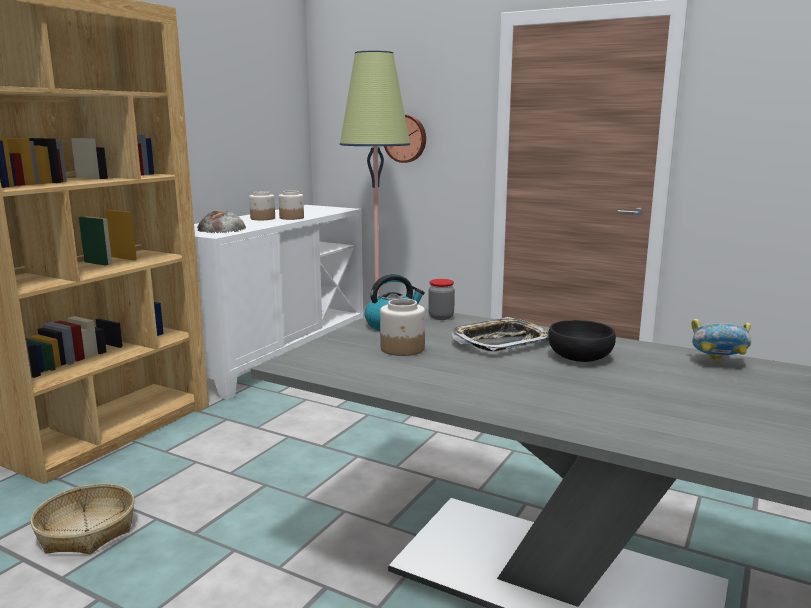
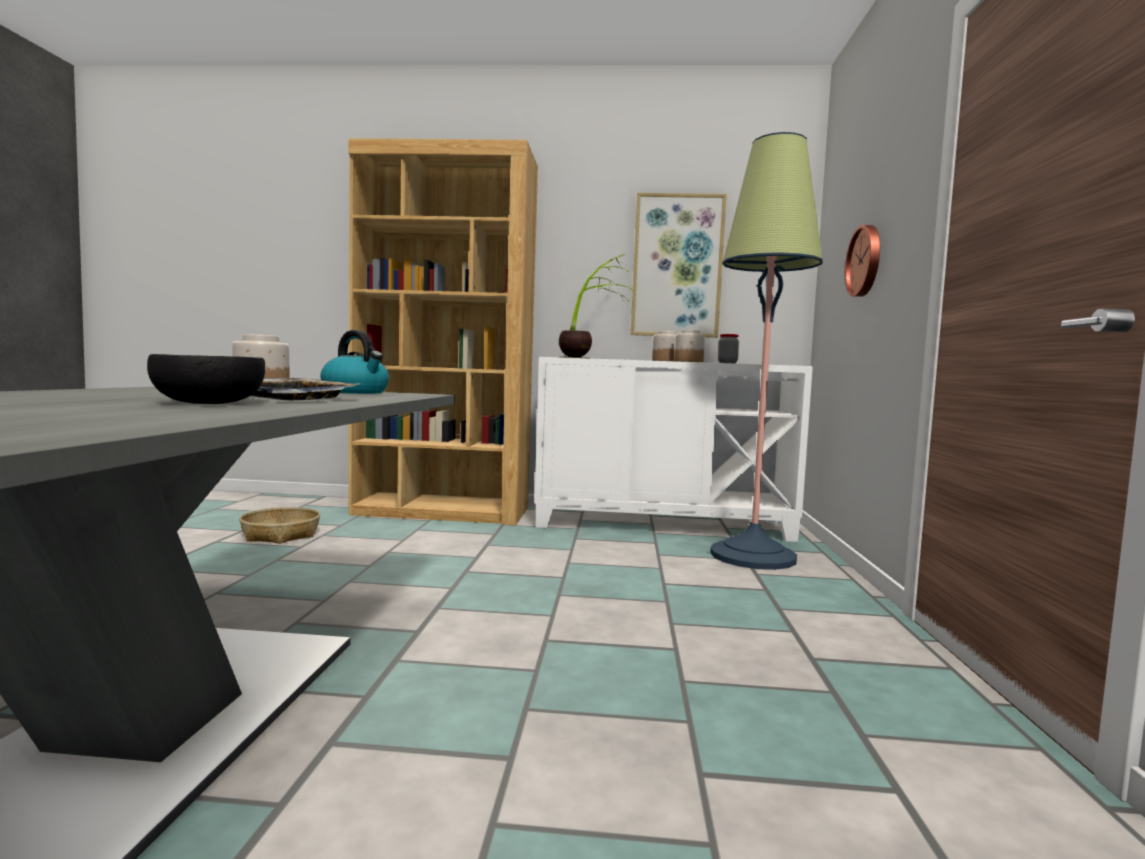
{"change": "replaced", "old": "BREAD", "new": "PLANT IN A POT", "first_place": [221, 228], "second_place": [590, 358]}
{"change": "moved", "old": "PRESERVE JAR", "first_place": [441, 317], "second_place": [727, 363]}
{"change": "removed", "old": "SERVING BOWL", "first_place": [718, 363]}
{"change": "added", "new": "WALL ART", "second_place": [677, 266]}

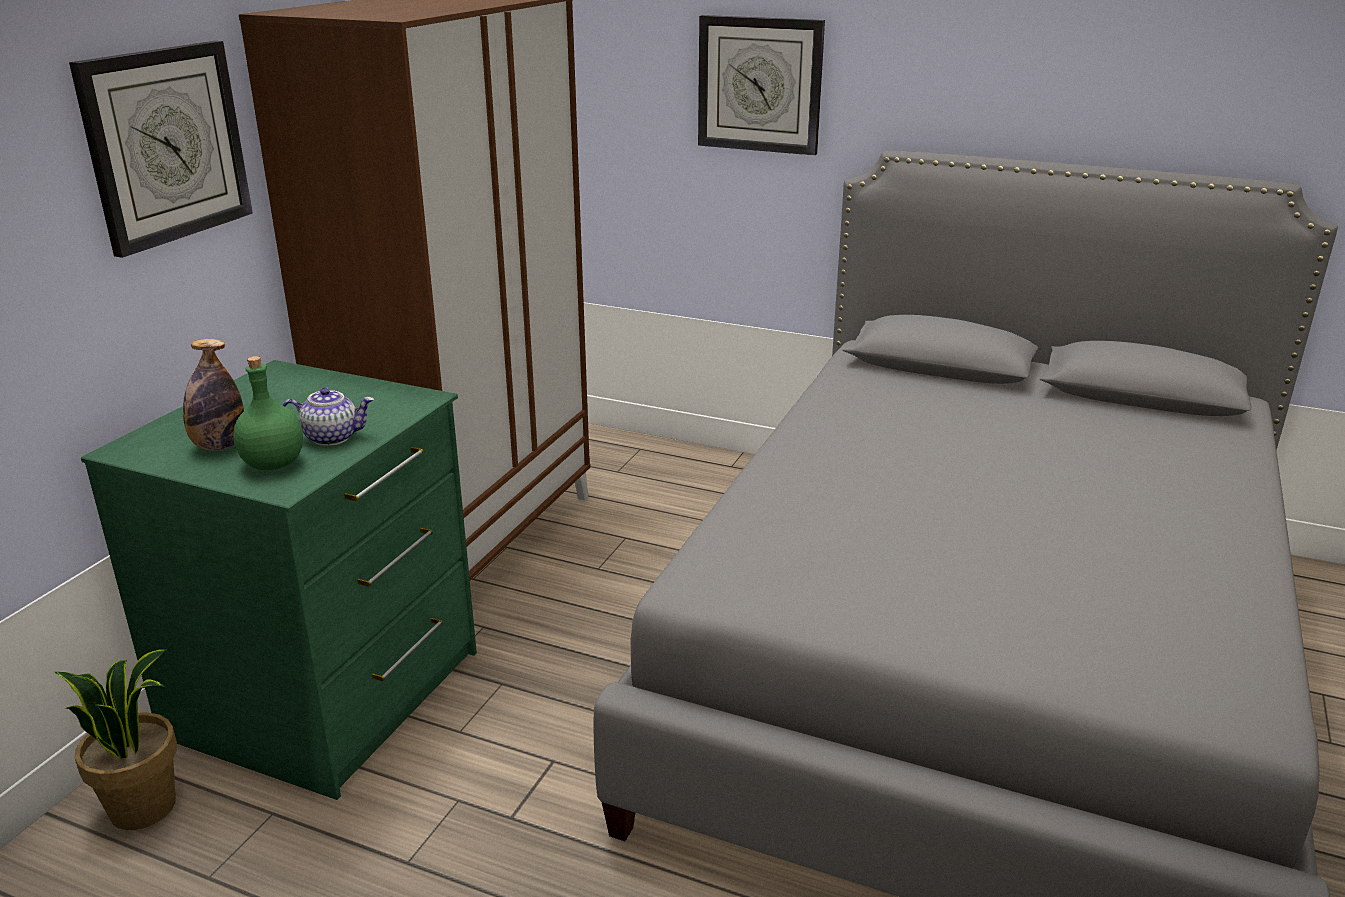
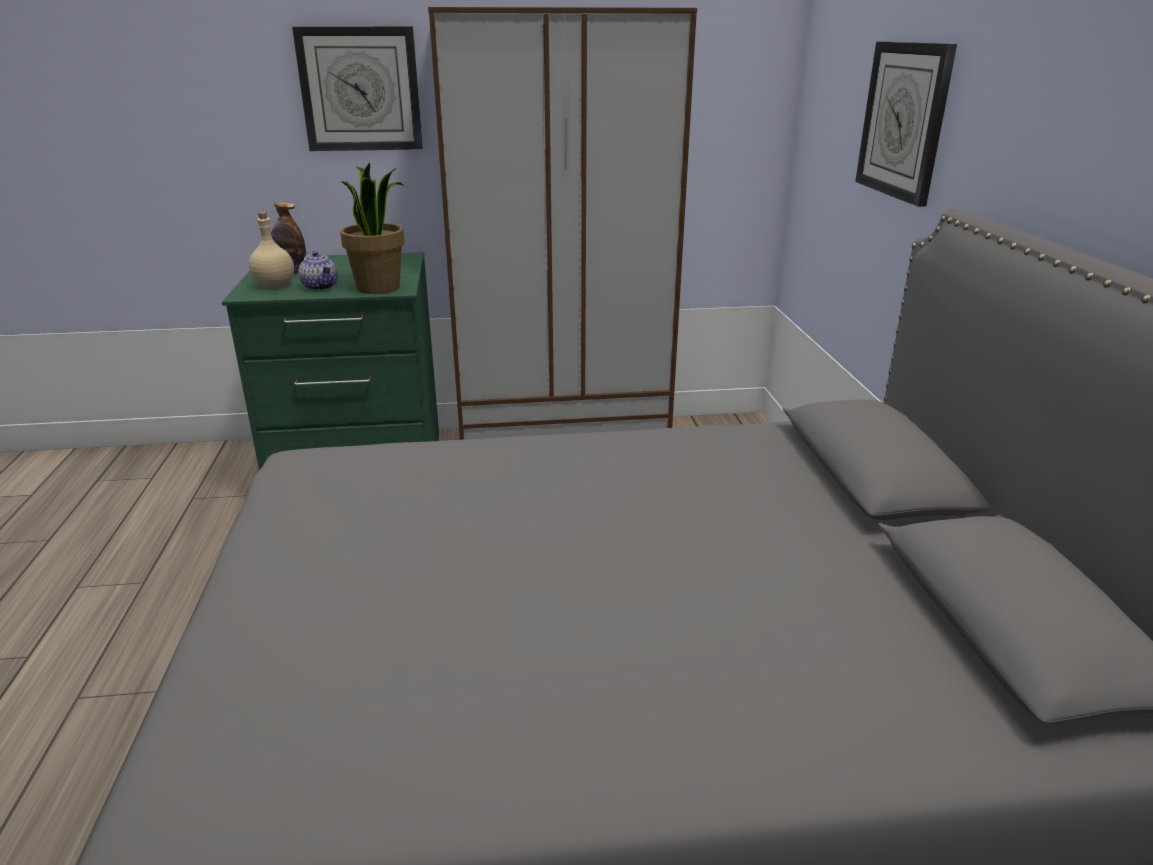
{"change": "recoloured", "old": "GREEN-COLOURED DRINK BOTTLE", "new": "BEIGE-COLOURED DRINK BOTTLE", "first_place": [272, 464], "second_place": [274, 285]}
{"change": "moved", "old": "PLANT IN A POT", "first_place": [144, 806], "second_place": [379, 288]}

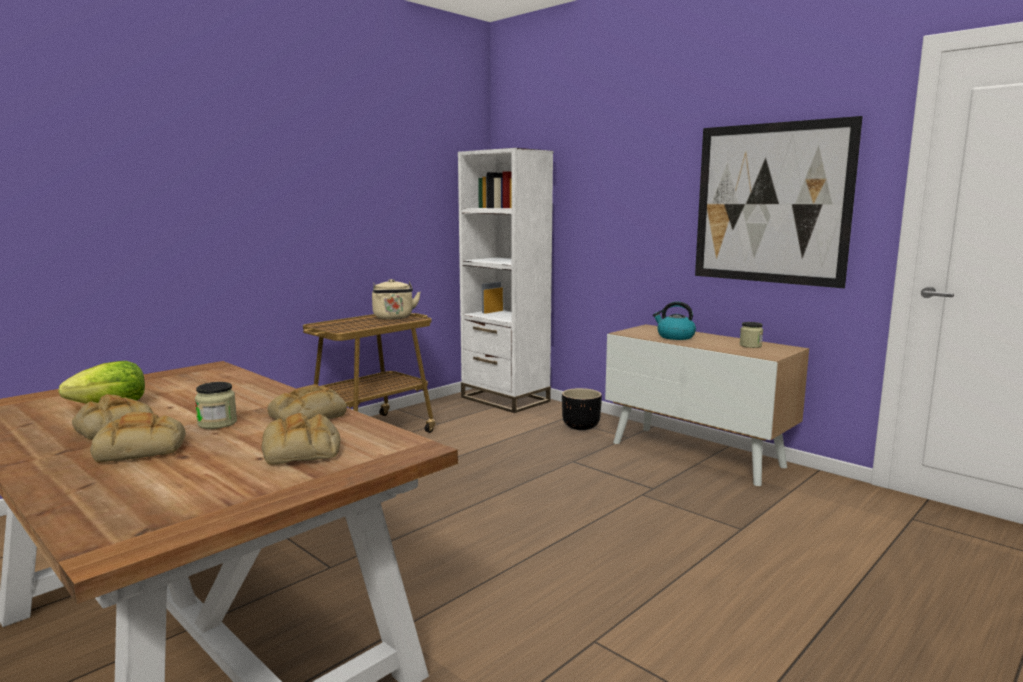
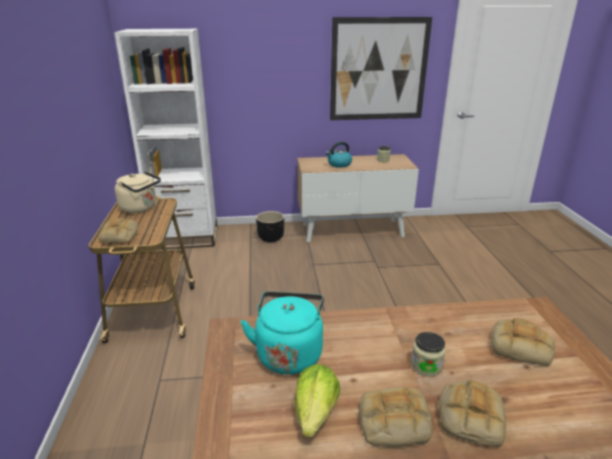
{"change": "moved", "old": "BREAD", "first_place": [307, 416], "second_place": [120, 235]}
{"change": "added", "new": "TURQUOISE KETTLE", "second_place": [289, 353]}

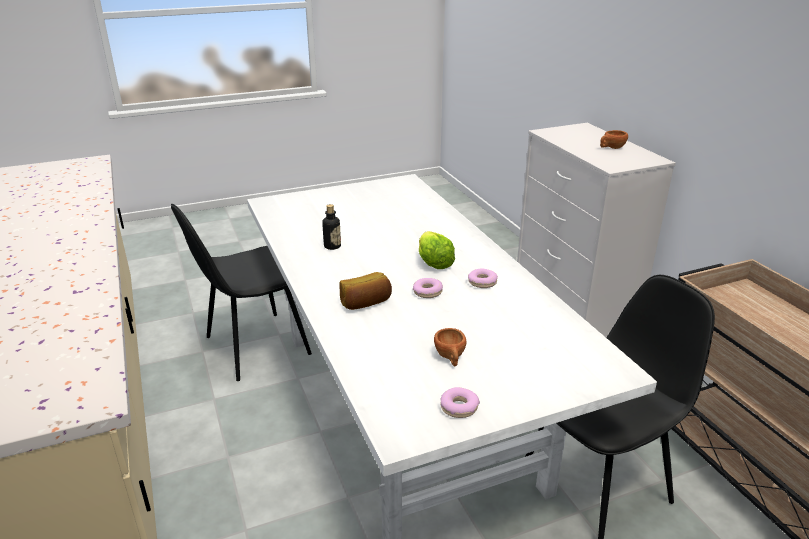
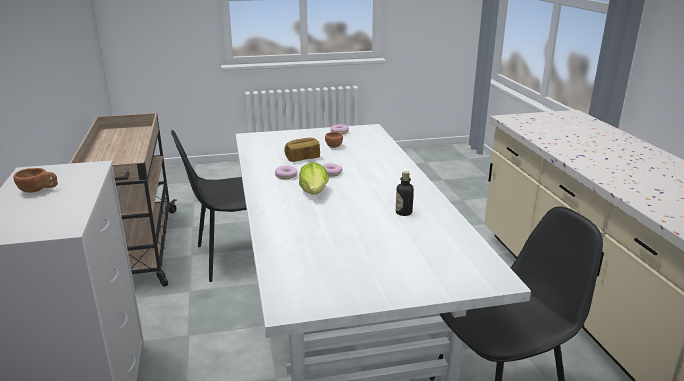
{"change": "moved", "old": "BREAD", "first_place": [366, 303], "second_place": [302, 158]}

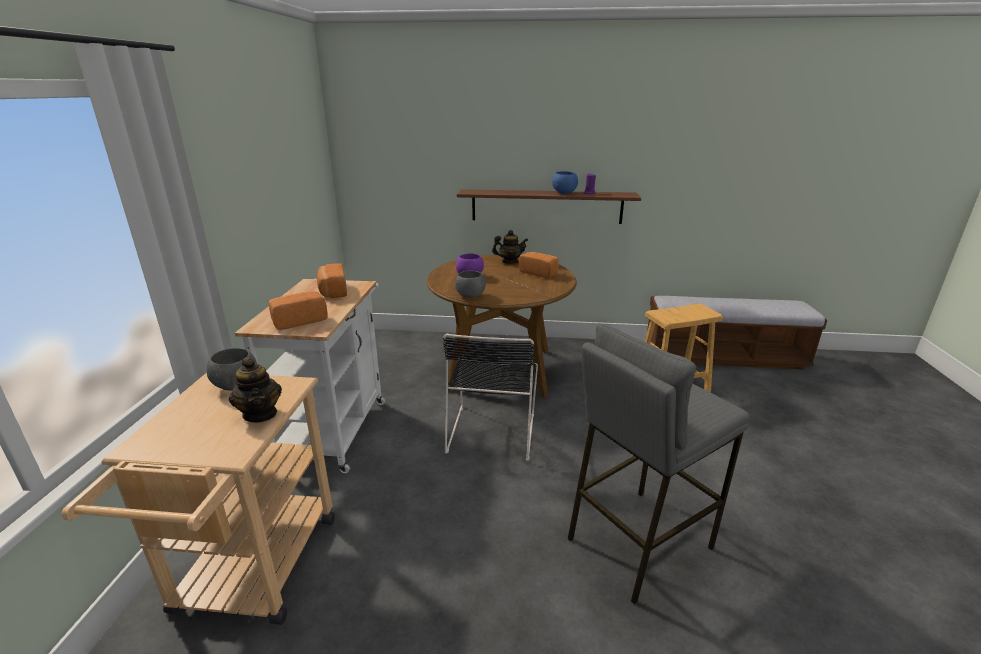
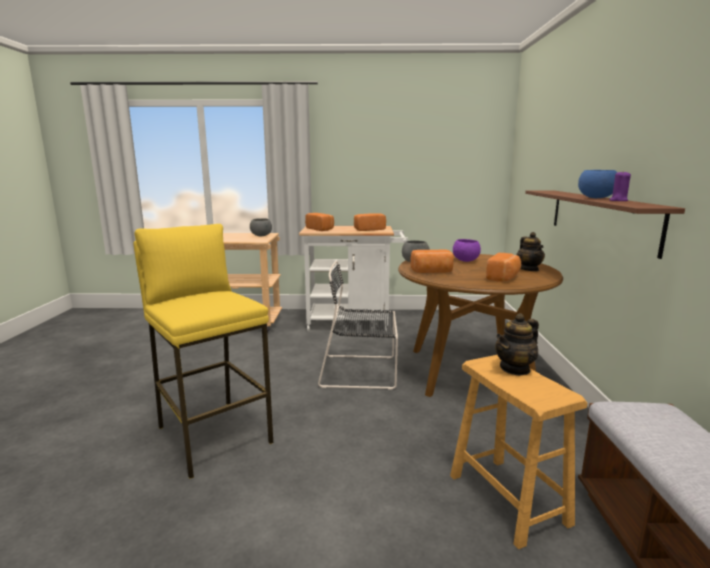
{"change": "recoloured", "old": "GRAY STOOL", "new": "YELLOW-COLOURED STOOL", "first_place": [637, 542], "second_place": [213, 434]}
{"change": "moved", "old": "POT FOR TEA", "first_place": [260, 414], "second_place": [515, 368]}
{"change": "added", "new": "BREAD", "second_place": [432, 272]}

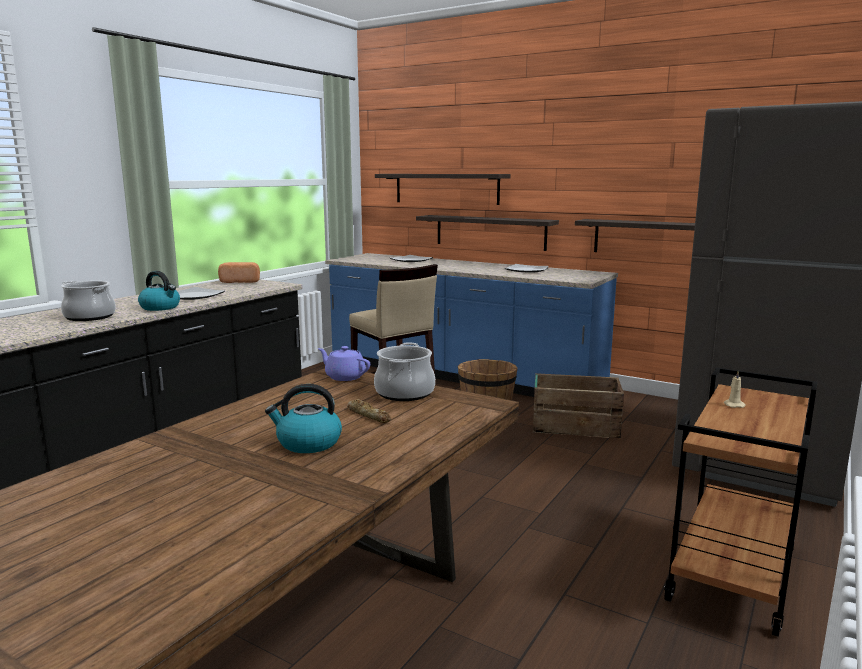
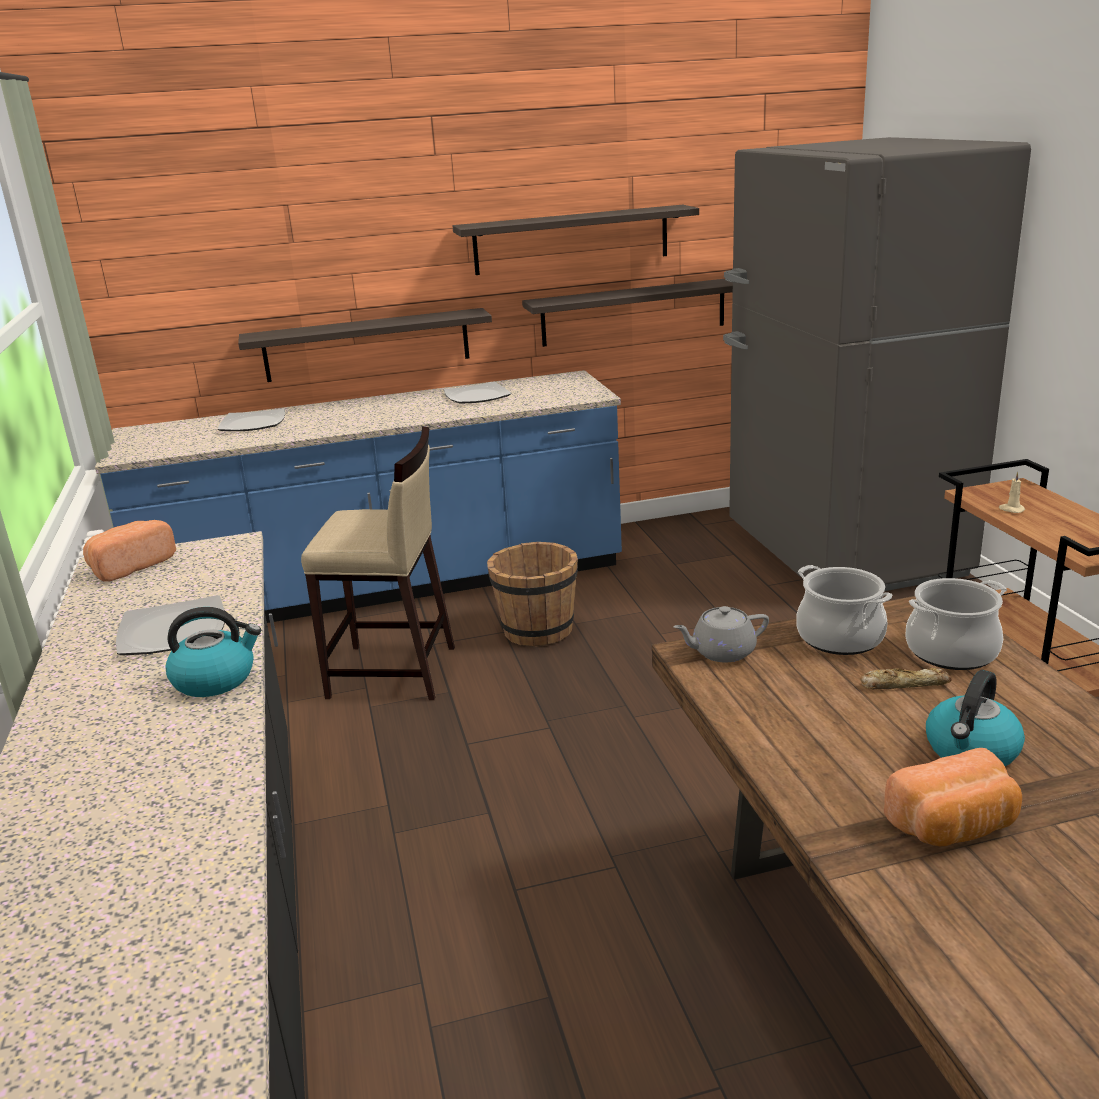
{"change": "moved", "old": "BRACKET SHELF", "first_place": [446, 188], "second_place": [571, 240]}
{"change": "moved", "old": "SAUCEPOT", "first_place": [89, 317], "second_place": [951, 651]}
{"change": "recoloured", "old": "PURPLE-COLOURED POT FOR TEA", "new": "GRAY POT FOR TEA", "first_place": [344, 377], "second_place": [722, 652]}
{"change": "removed", "old": "PACKING CRATE", "first_place": [573, 426]}
{"change": "added", "new": "BREAD", "second_place": [955, 827]}

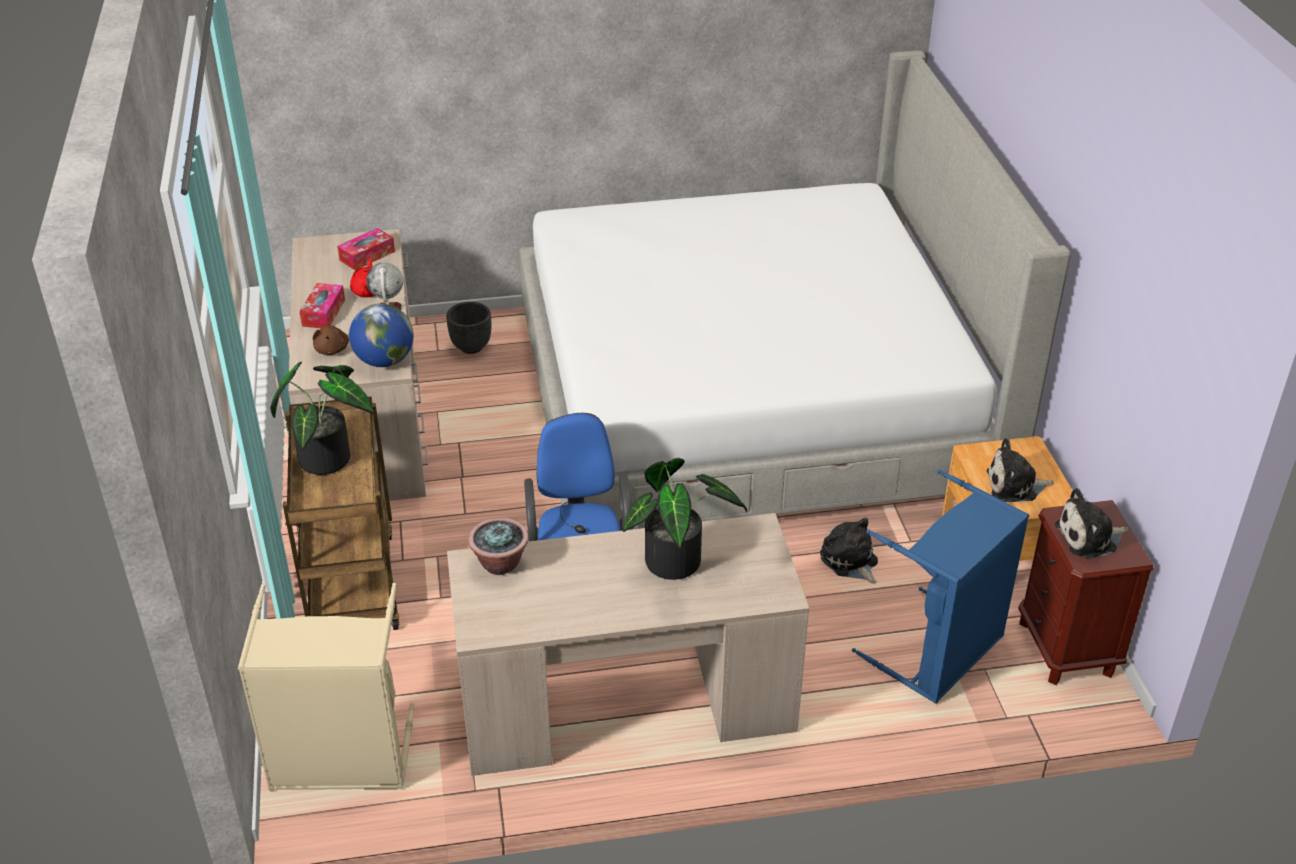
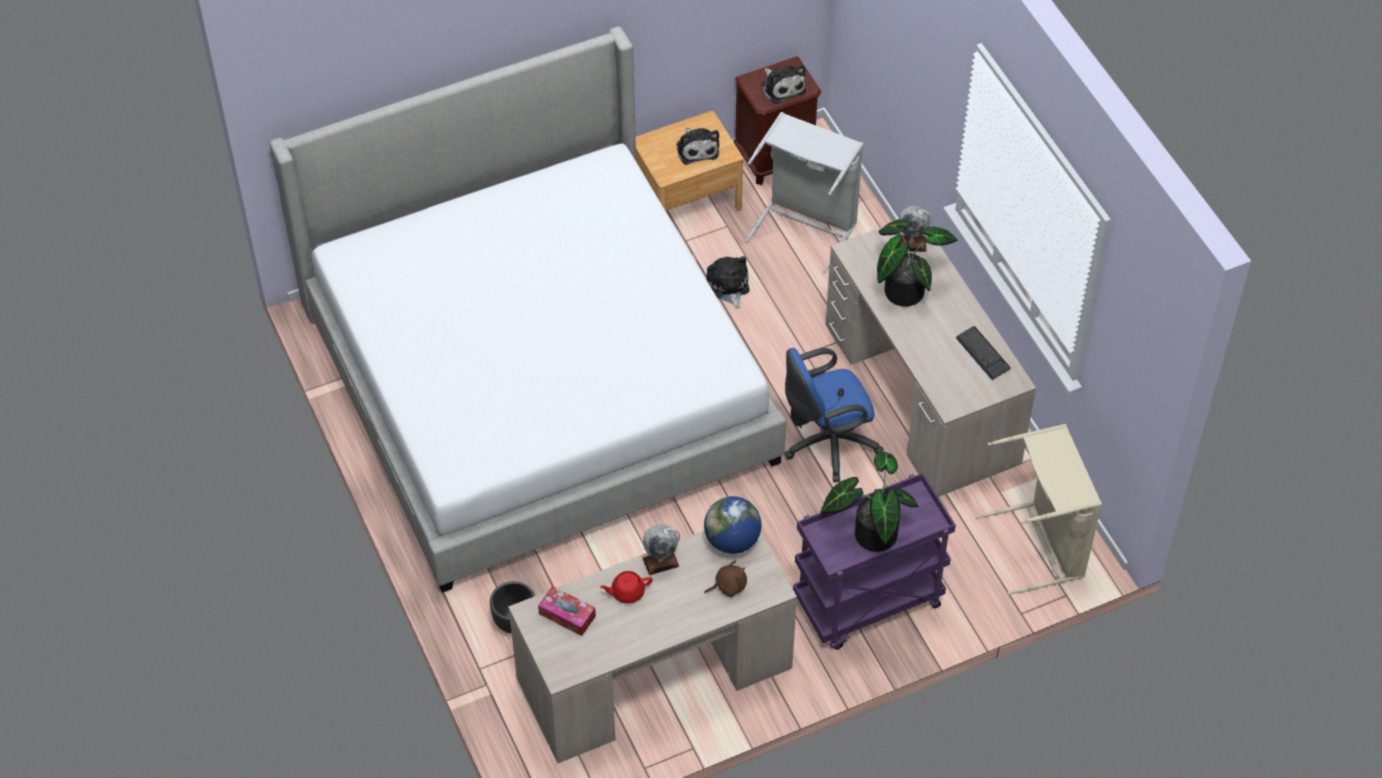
{"change": "removed", "old": "TISSUE HOLDER", "first_place": [323, 313]}
{"change": "recoloured", "old": "BROWN-COLOURED CART", "new": "PURPLE-COLOURED CART", "first_place": [351, 582], "second_place": [867, 604]}
{"change": "recoloured", "old": "BLUE-COLOURED WASHING BASKET", "new": "GRAY WASHING BASKET", "first_place": [941, 653], "second_place": [806, 225]}
{"change": "turned", "old": "SOFT TOY", "first_place": [850, 561], "second_place": [728, 286], "degrees": 120}
{"change": "removed", "old": "PLANT IN A POT", "first_place": [500, 564]}
{"change": "added", "new": "GLOBE", "second_place": [911, 243]}
{"change": "added", "new": "PC KEYBOARD", "second_place": [983, 354]}

